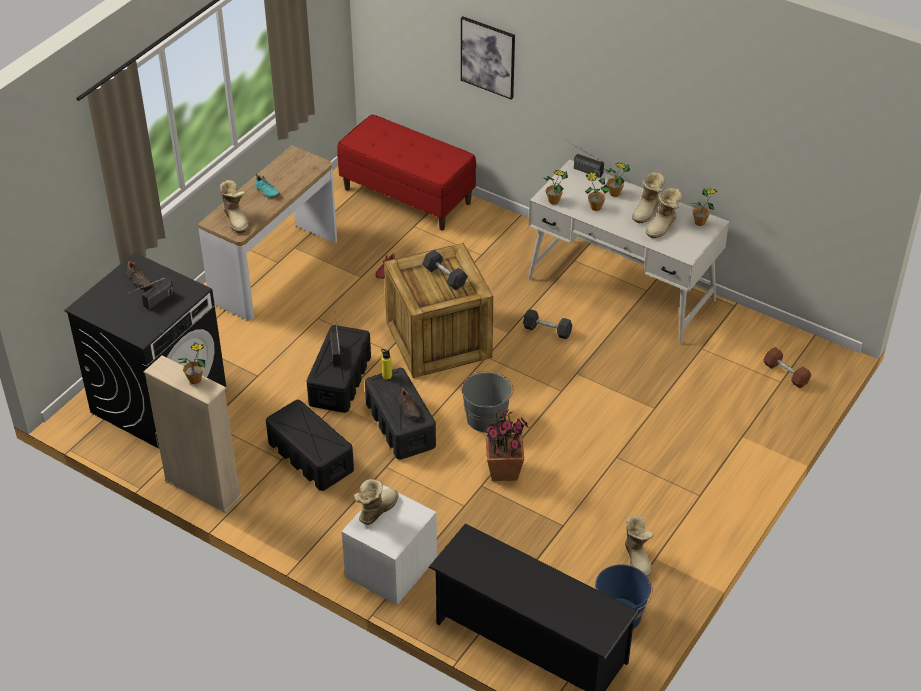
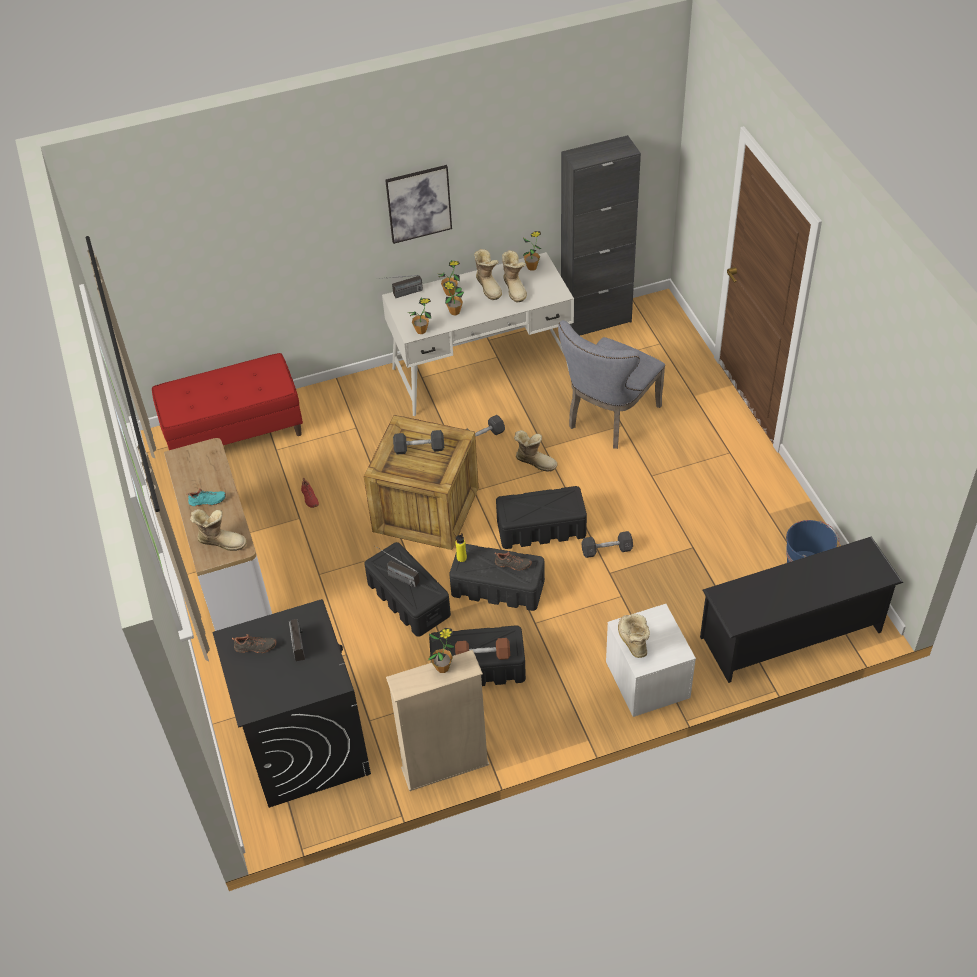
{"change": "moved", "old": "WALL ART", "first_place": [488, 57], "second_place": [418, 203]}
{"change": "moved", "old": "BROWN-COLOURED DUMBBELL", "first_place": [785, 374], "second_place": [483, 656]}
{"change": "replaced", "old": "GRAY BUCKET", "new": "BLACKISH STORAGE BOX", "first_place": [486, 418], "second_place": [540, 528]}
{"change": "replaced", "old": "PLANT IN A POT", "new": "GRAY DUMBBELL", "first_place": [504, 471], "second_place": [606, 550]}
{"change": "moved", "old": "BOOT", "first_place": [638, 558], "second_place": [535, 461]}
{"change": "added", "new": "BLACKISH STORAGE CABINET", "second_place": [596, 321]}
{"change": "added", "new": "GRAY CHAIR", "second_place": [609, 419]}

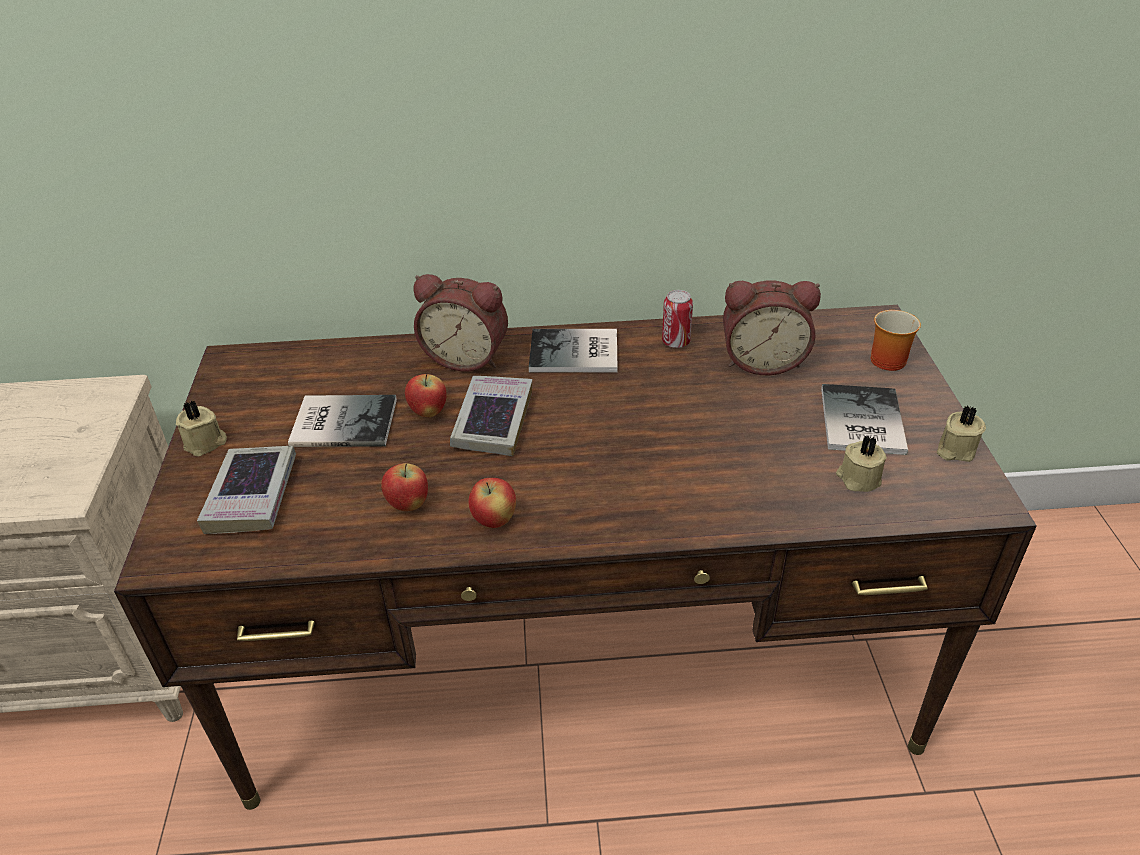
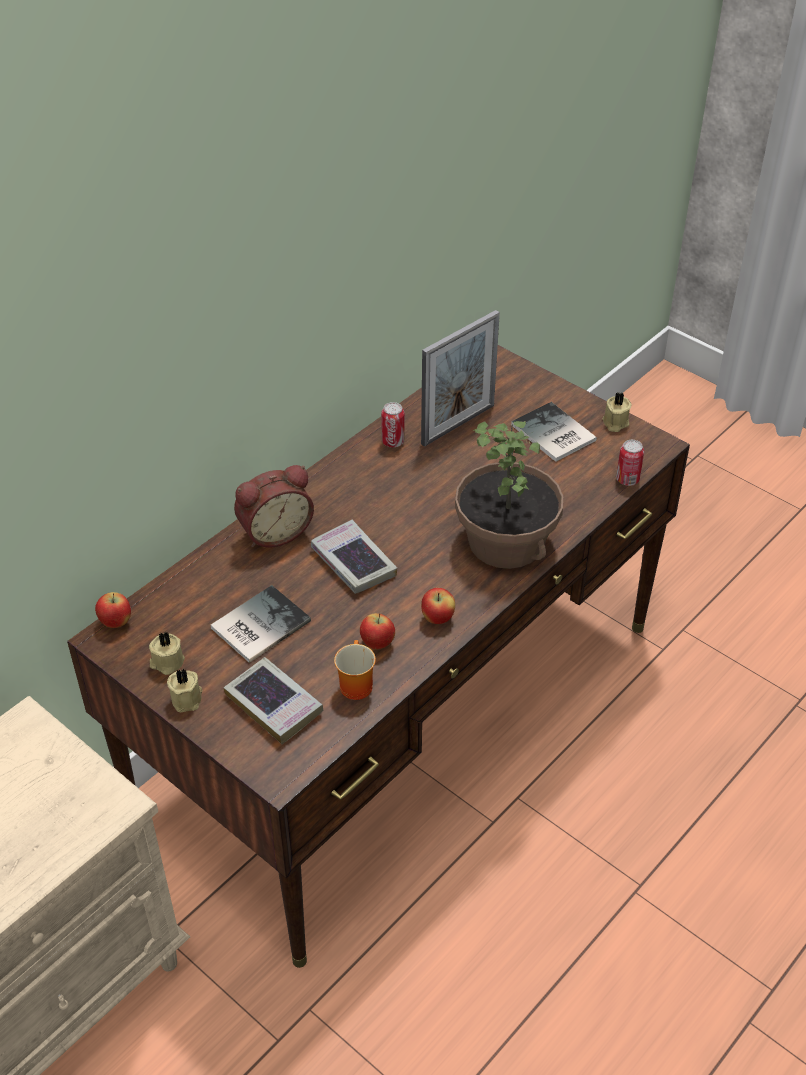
{"change": "replaced", "old": "TABLE CLOCK", "new": "PHOTO FRAME", "first_place": [762, 360], "second_place": [458, 424]}
{"change": "moved", "old": "TEA MUG", "first_place": [887, 357], "second_place": [353, 684]}
{"change": "removed", "old": "BOUND BOOK", "first_place": [576, 354]}
{"change": "moved", "old": "APPLE", "first_place": [428, 412], "second_place": [116, 622]}
{"change": "moved", "old": "BEIGE-COLOURED WAX CANDLE", "first_place": [858, 478], "second_place": [167, 662]}
{"change": "added", "new": "PLANT IN A POT", "second_place": [507, 541]}
{"change": "added", "new": "METAL CAN", "second_place": [627, 479]}

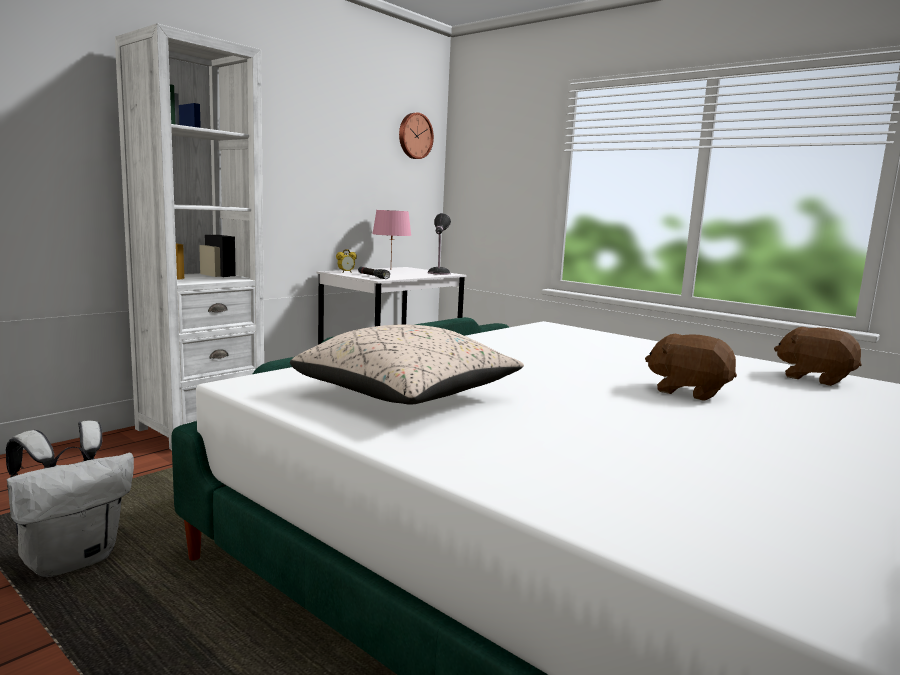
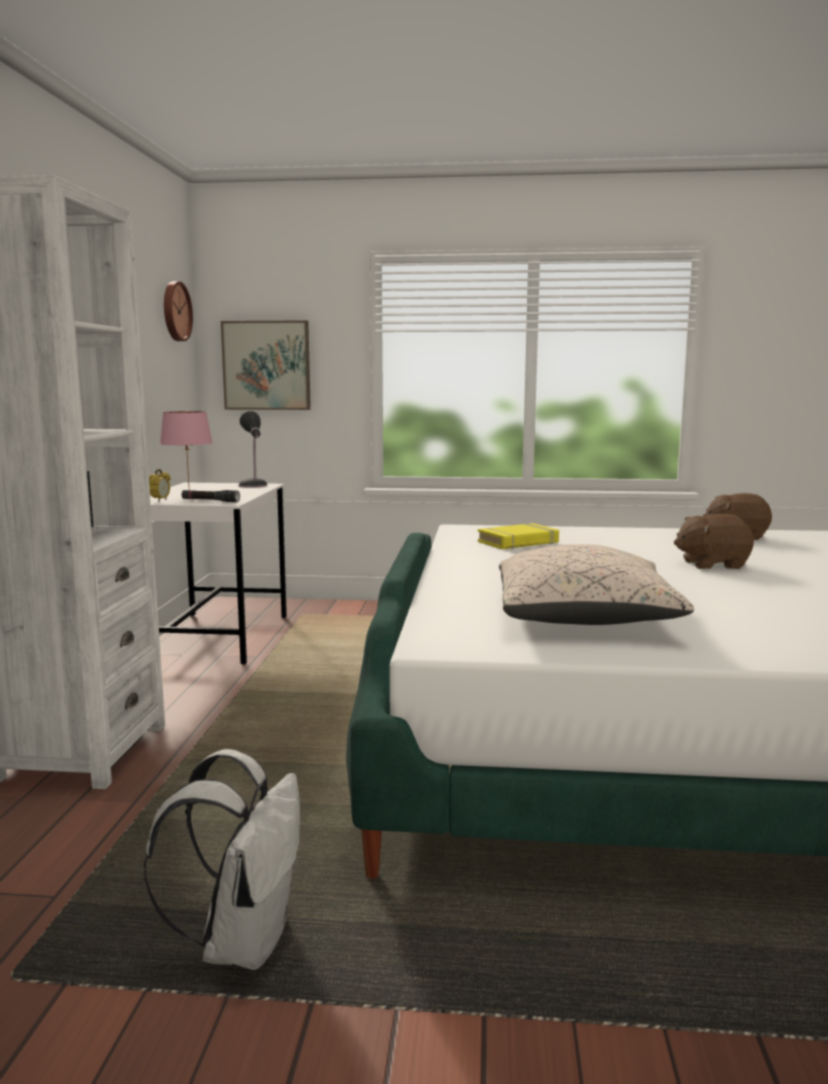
{"change": "added", "new": "WALL ART", "second_place": [266, 365]}
{"change": "added", "new": "YELLOW-COLOURED BOUND BOOK", "second_place": [518, 542]}

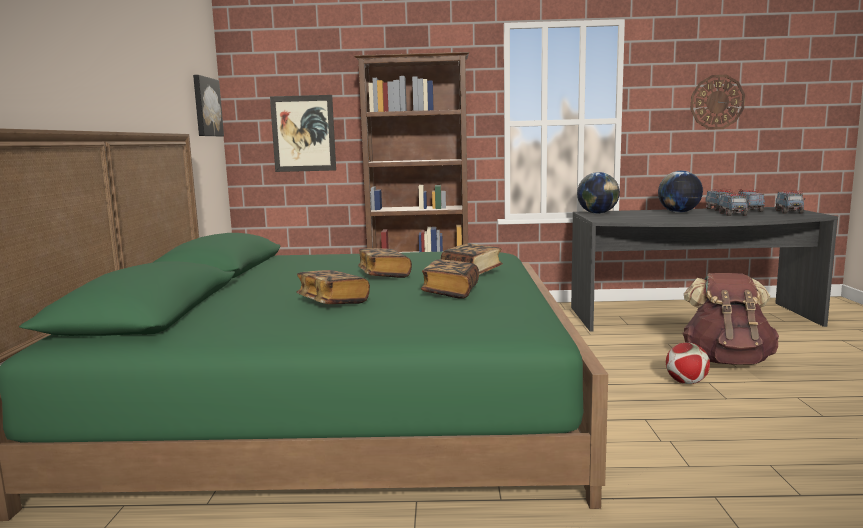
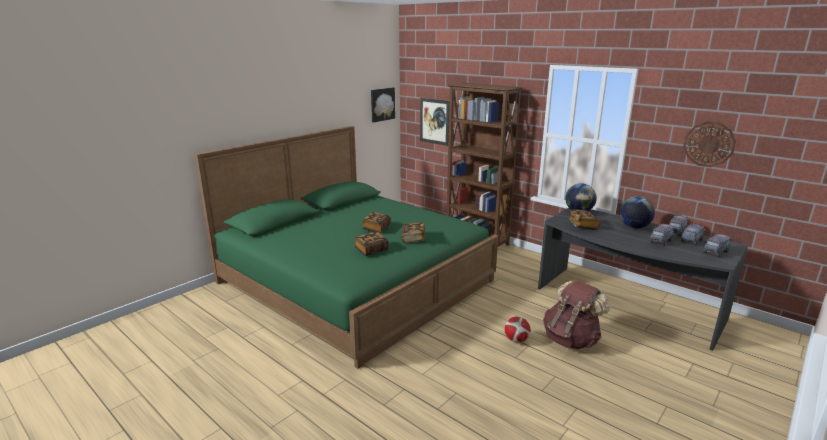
{"change": "moved", "old": "BOUND BOOK", "first_place": [333, 302], "second_place": [583, 225]}

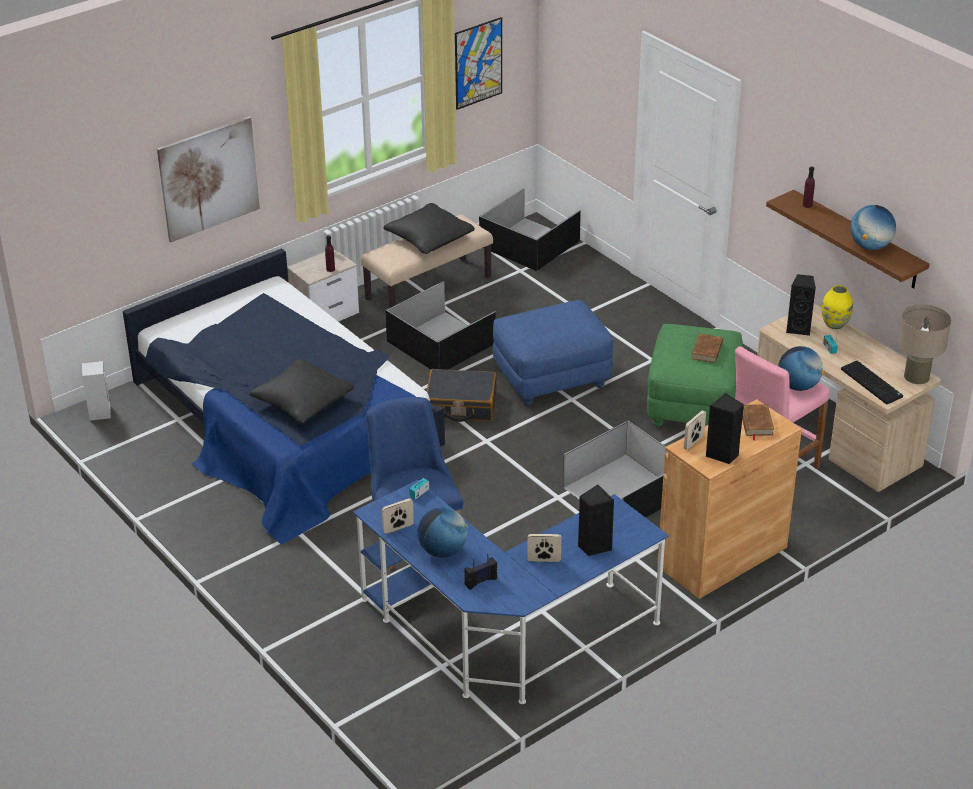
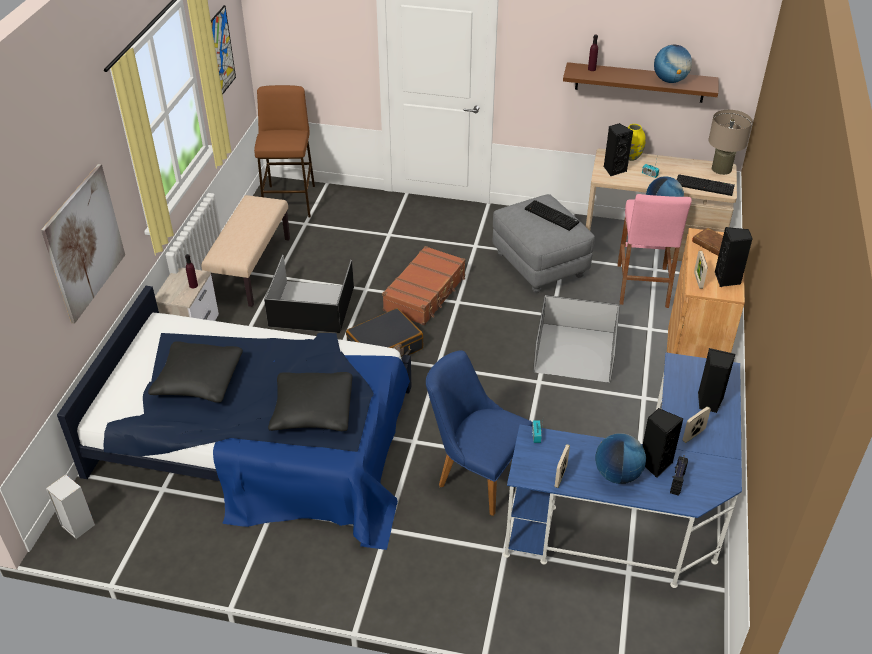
{"change": "replaced", "old": "BLACKISH STORAGE BOX", "new": "BROWN-COLOURED STOOL", "first_place": [530, 244], "second_place": [289, 201]}
{"change": "moved", "old": "BLACKISH PILLOW", "first_place": [429, 239], "second_place": [198, 381]}
{"change": "replaced", "old": "BLUE-COLOURED OTTOMAN", "new": "BROWN-COLOURED PIECE OF LUGGAGE", "first_place": [552, 378], "second_place": [425, 293]}
{"change": "recoloured", "old": "GREEN-COLOURED OTTOMAN", "new": "GRAY OTTOMAN", "first_place": [692, 405], "second_place": [540, 265]}
{"change": "replaced", "old": "BROWN-COLOURED BOUND BOOK", "new": "PC KEYBOARD", "first_place": [707, 350], "second_place": [552, 216]}
{"change": "added", "new": "BLACKISH AUDIO SPEAKER", "second_place": [654, 463]}

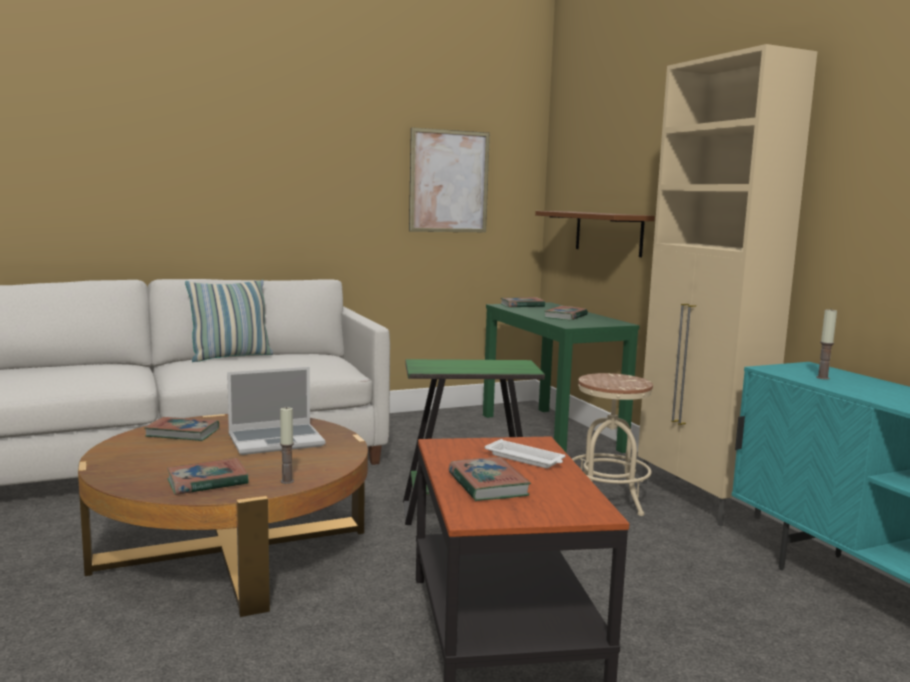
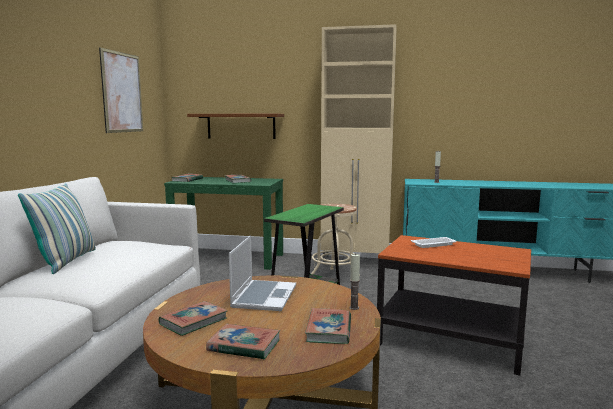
{"change": "moved", "old": "BOUND BOOK", "first_place": [487, 485], "second_place": [244, 346]}

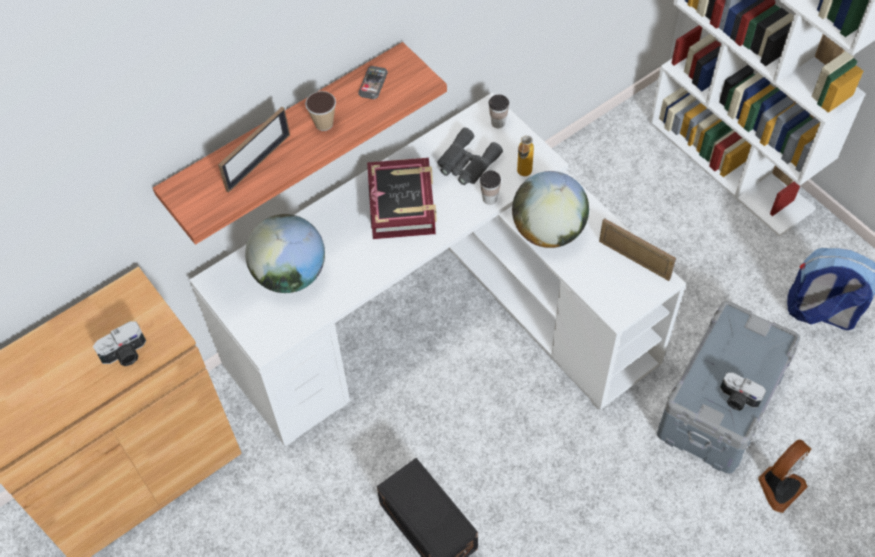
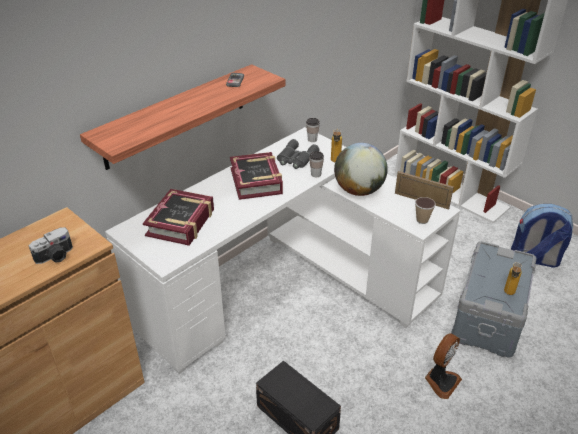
{"change": "moved", "old": "CUP", "first_place": [324, 124], "second_place": [422, 220]}
{"change": "removed", "old": "PHOTO FRAME", "first_place": [258, 162]}
{"change": "replaced", "old": "GLOBE", "new": "BOUND BOOK", "first_place": [290, 274], "second_place": [181, 222]}
{"change": "replaced", "old": "STILL CAMERA", "new": "DRINK BOTTLE", "first_place": [737, 399], "second_place": [508, 294]}
{"change": "moved", "old": "ELECTRIC FAN", "first_place": [779, 486], "second_place": [441, 381]}

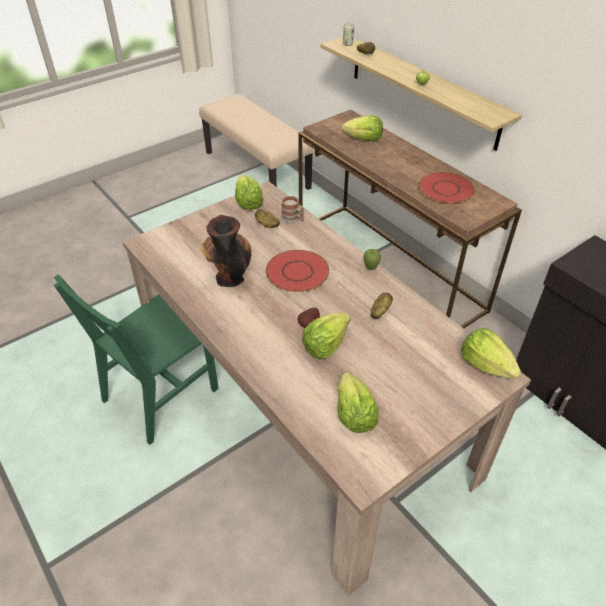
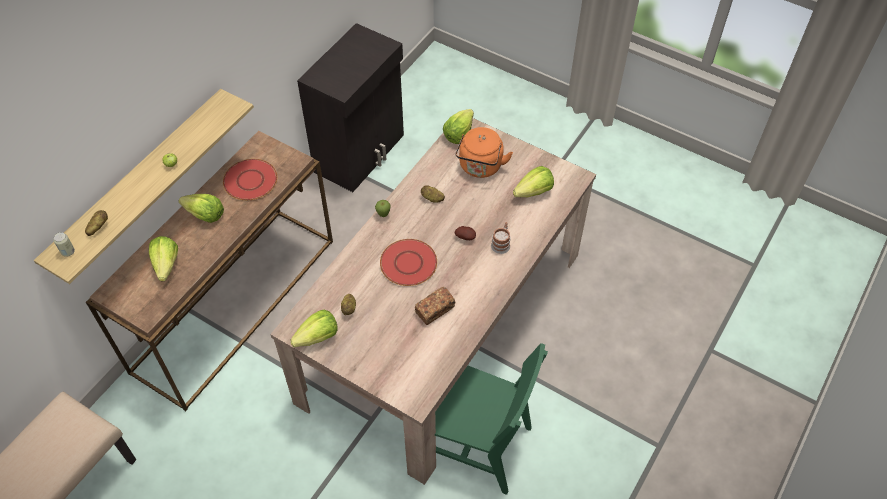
{"change": "moved", "old": "TEA MUG", "first_place": [293, 219], "second_place": [501, 243]}
{"change": "replaced", "old": "DECORATIVE VASE", "new": "BREAD", "first_place": [229, 277], "second_place": [435, 310]}
{"change": "moved", "old": "LETTUCE HEAD", "first_place": [325, 345], "second_place": [205, 215]}
{"change": "added", "new": "ORANGE-COLOURED KETTLE", "second_place": [480, 167]}

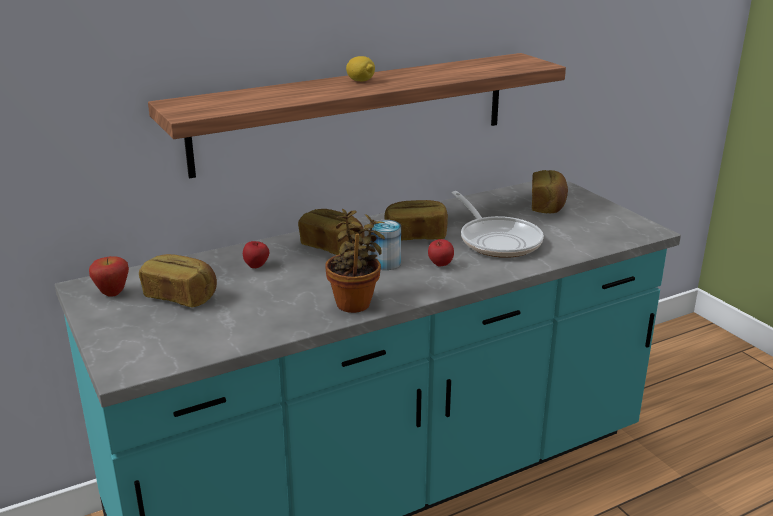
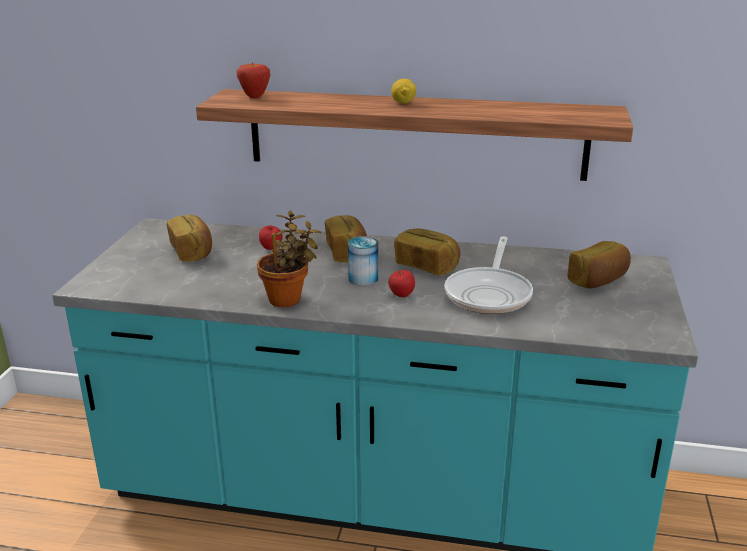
{"change": "moved", "old": "APPLE", "first_place": [112, 293], "second_place": [255, 97]}

